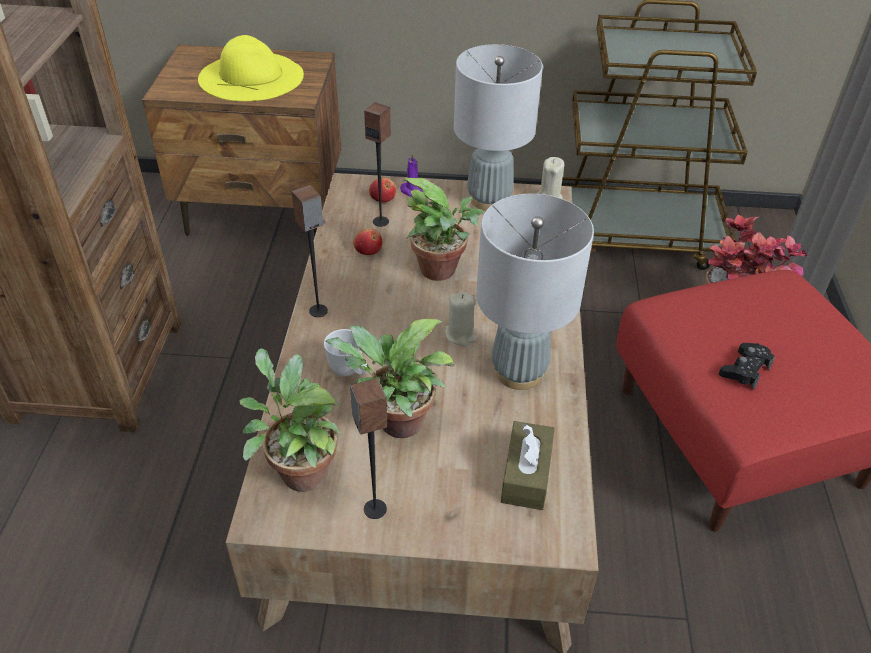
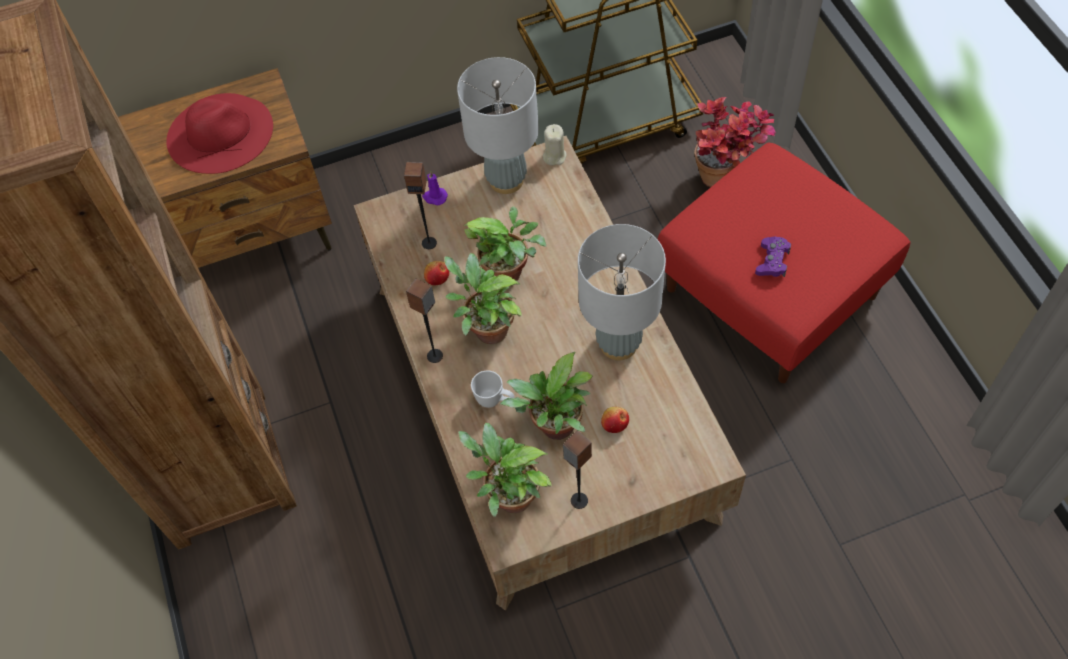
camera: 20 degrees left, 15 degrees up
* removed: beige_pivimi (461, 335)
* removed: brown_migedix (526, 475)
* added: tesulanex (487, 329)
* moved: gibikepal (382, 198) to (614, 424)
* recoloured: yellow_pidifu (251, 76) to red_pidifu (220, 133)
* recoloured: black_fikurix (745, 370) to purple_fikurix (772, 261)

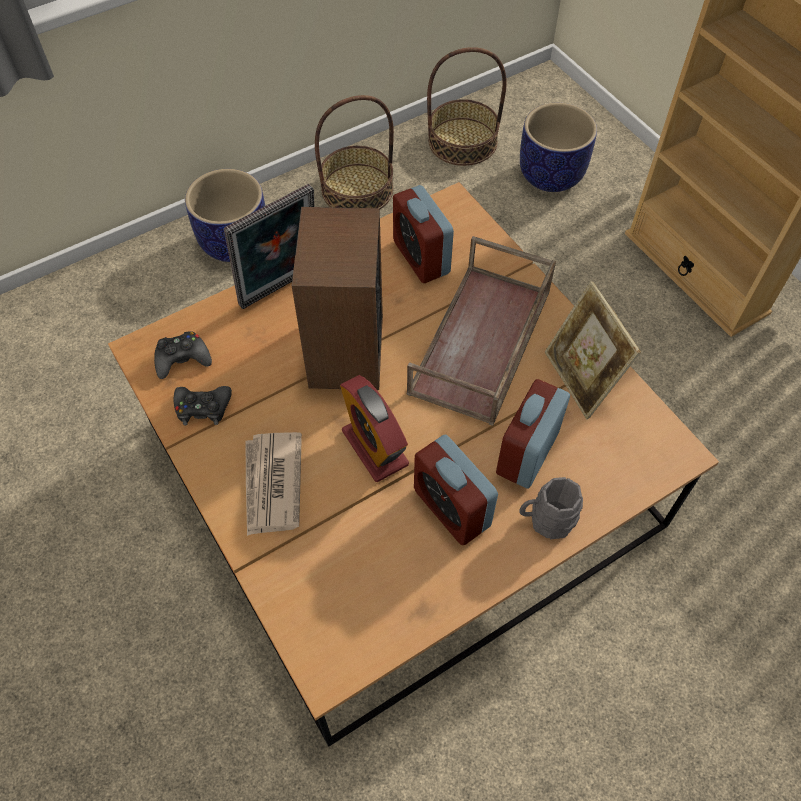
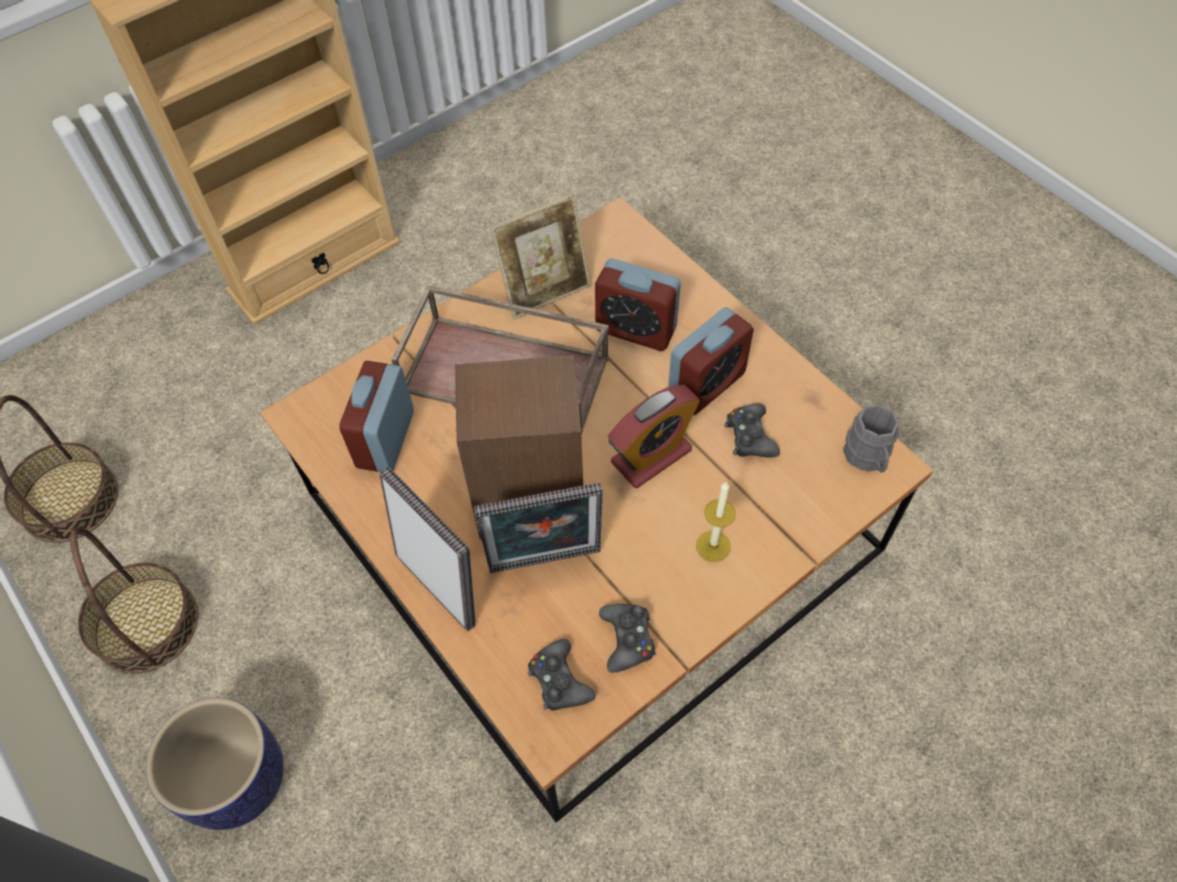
camera: 95 degrees left, 0 degrees up
* removed: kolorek (551, 175)
* added: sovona (545, 564)
* added: black_fikurix (750, 437)
* moved: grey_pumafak (546, 520) to (867, 458)
* replaced: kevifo (272, 485) to pivimi (713, 546)
* turned: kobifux (421, 257) = (386, 439) 135 degrees clockwise

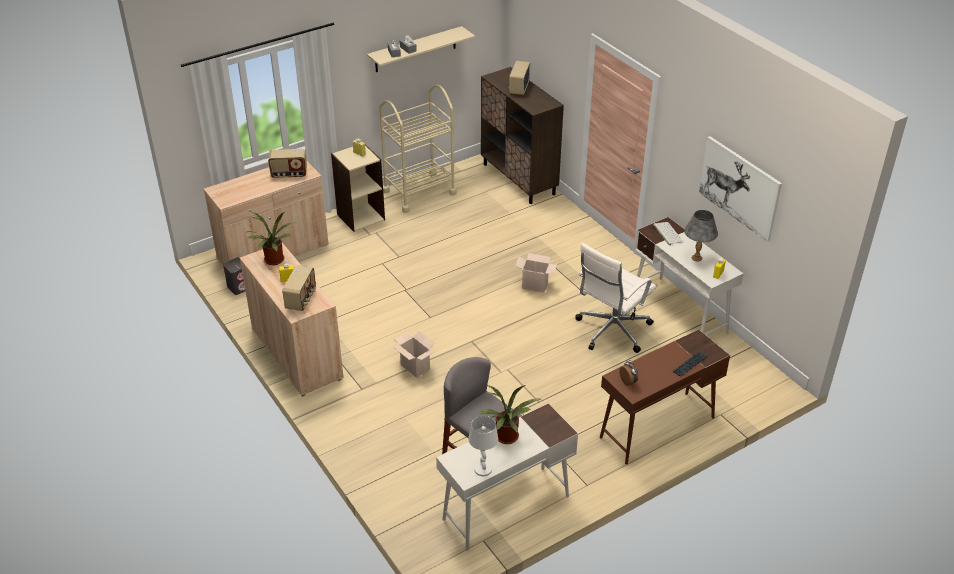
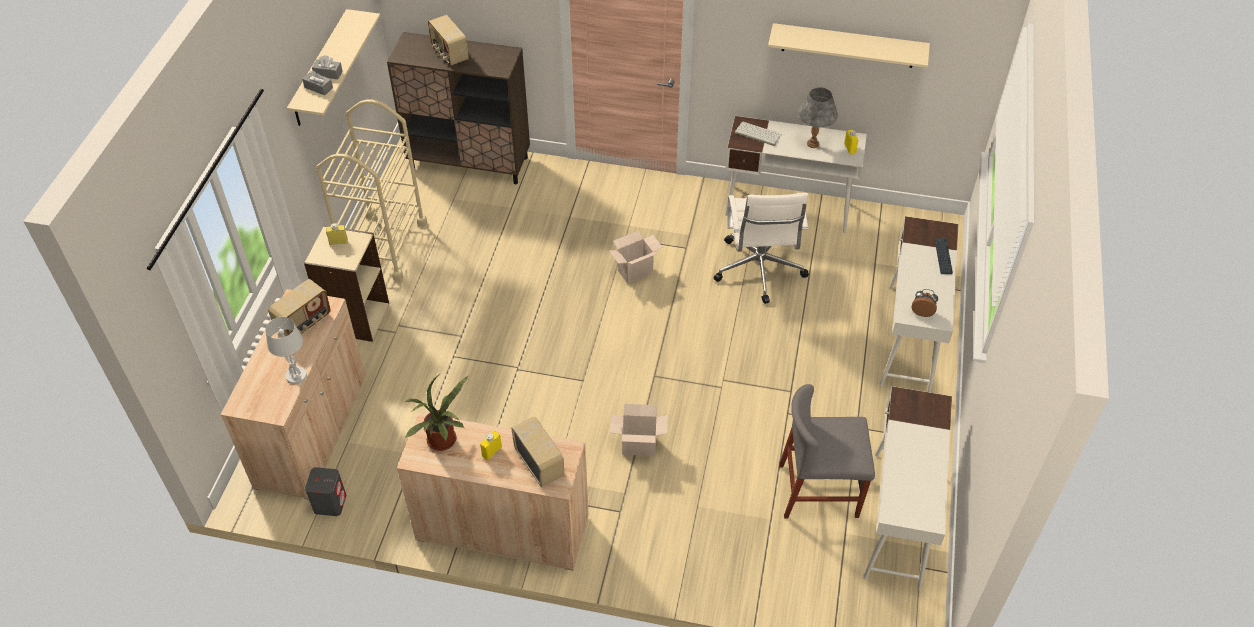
camera: 45 degrees left, 10 degrees up
* removed: tesulanex (506, 438)
* moved: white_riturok (483, 469) to (296, 375)
* replaced: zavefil (739, 187) to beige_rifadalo (848, 45)
* recoloured: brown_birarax (657, 427) to white_birarax (909, 338)

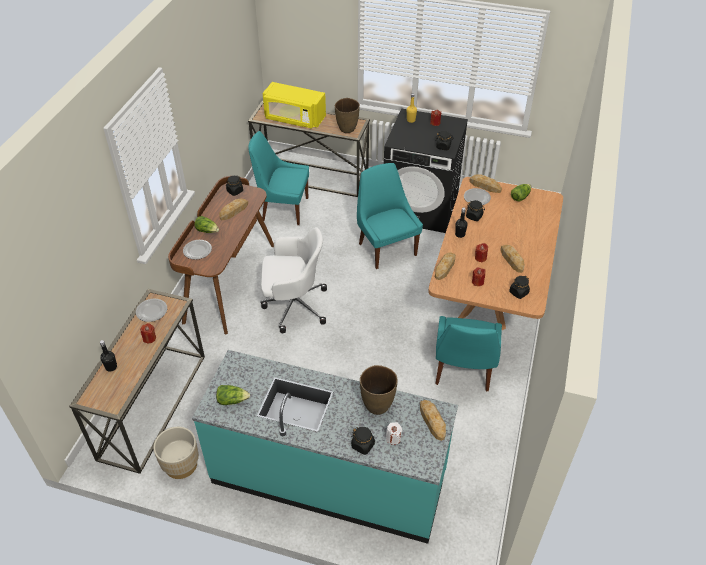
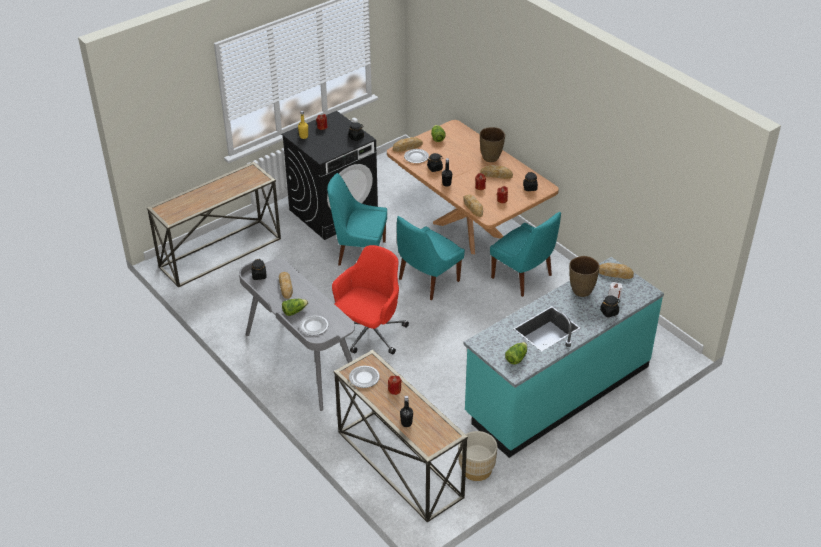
camera: 55 degrees left, 5 degrees down
* removed: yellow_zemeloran (294, 119)
* moved: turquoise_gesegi (283, 209) to (427, 281)
* moved: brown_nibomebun (347, 129) to (491, 158)
* recoloured: brown_birarax (229, 282) to grey_birarax (301, 361)
* recoloured: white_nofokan (293, 305) to red_nofokan (369, 334)

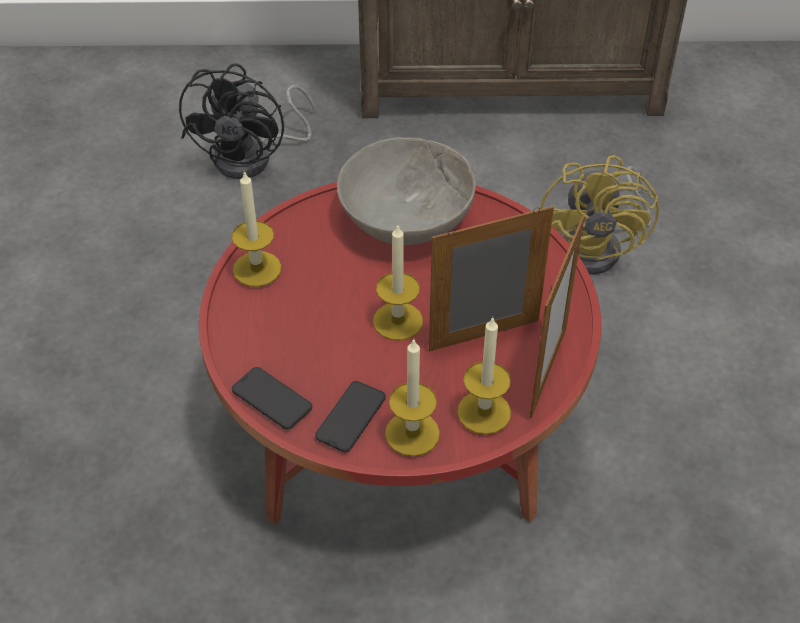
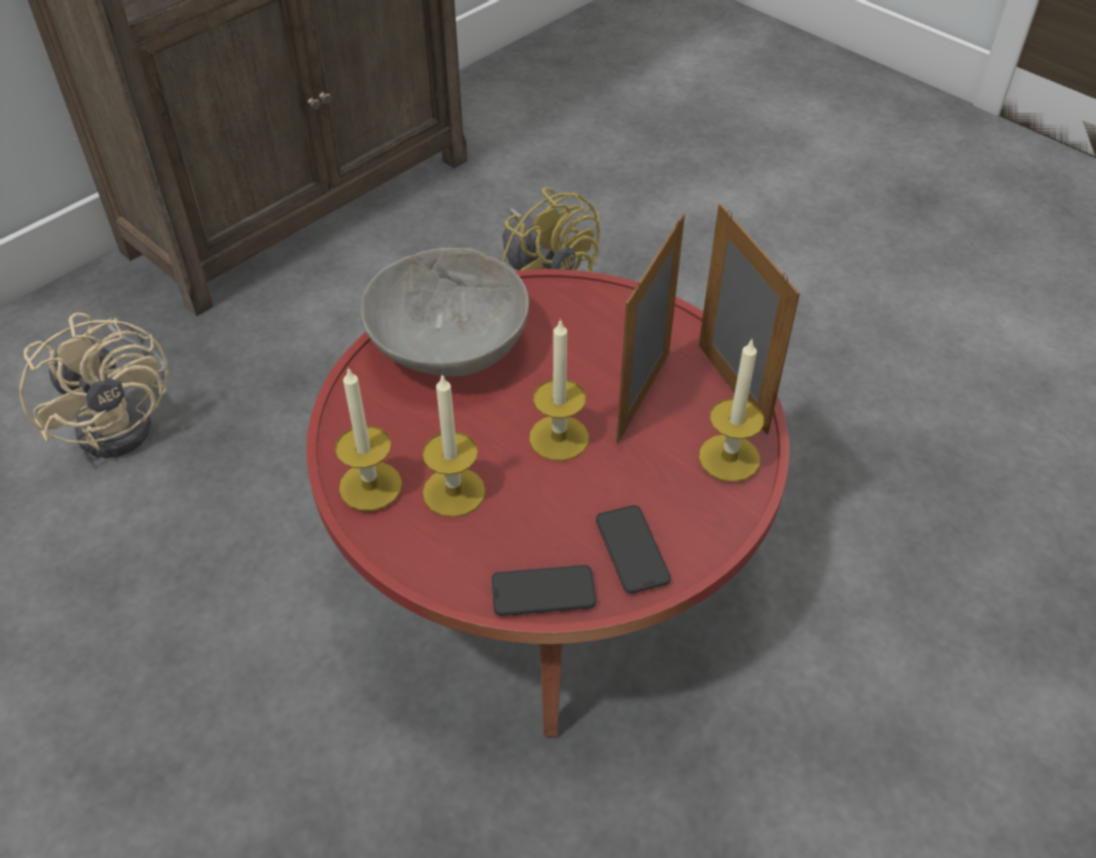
camera: 45 degrees left, 0 degrees up
* moved: pivimi (412, 433) to (454, 492)
* recoloured: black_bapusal (255, 157) to beige_bapusal (124, 419)

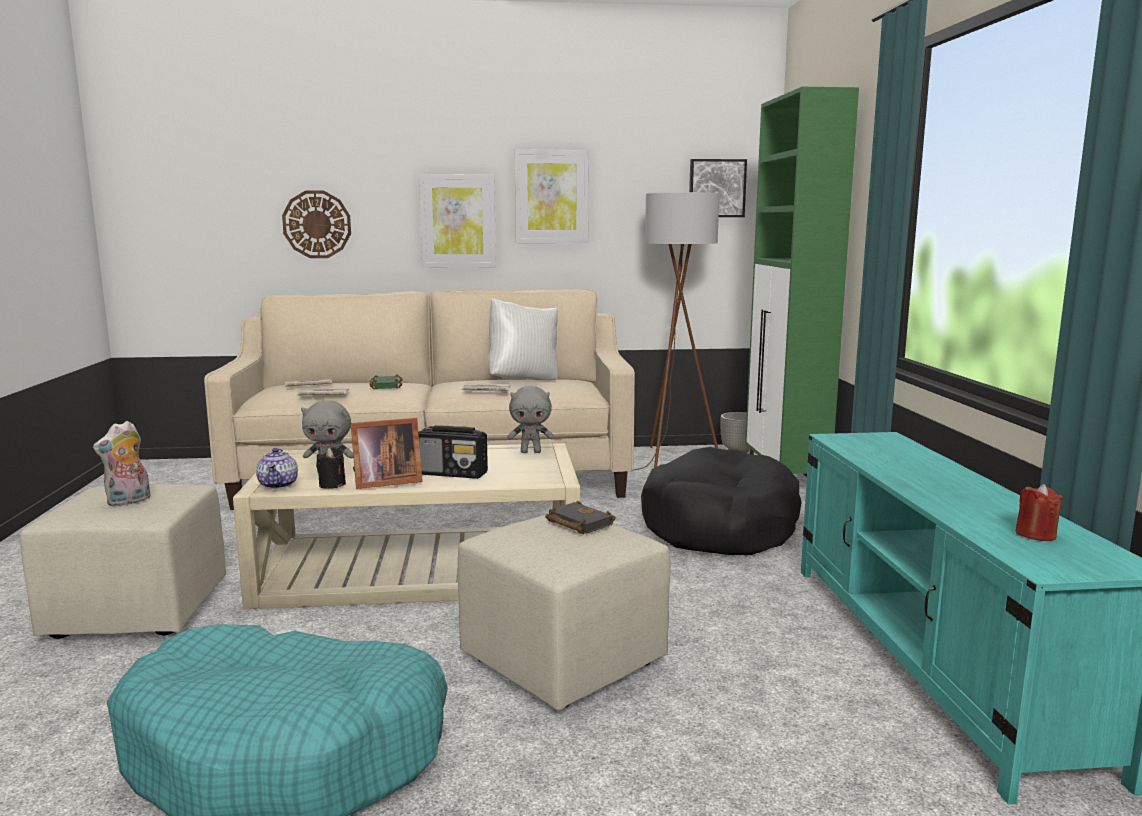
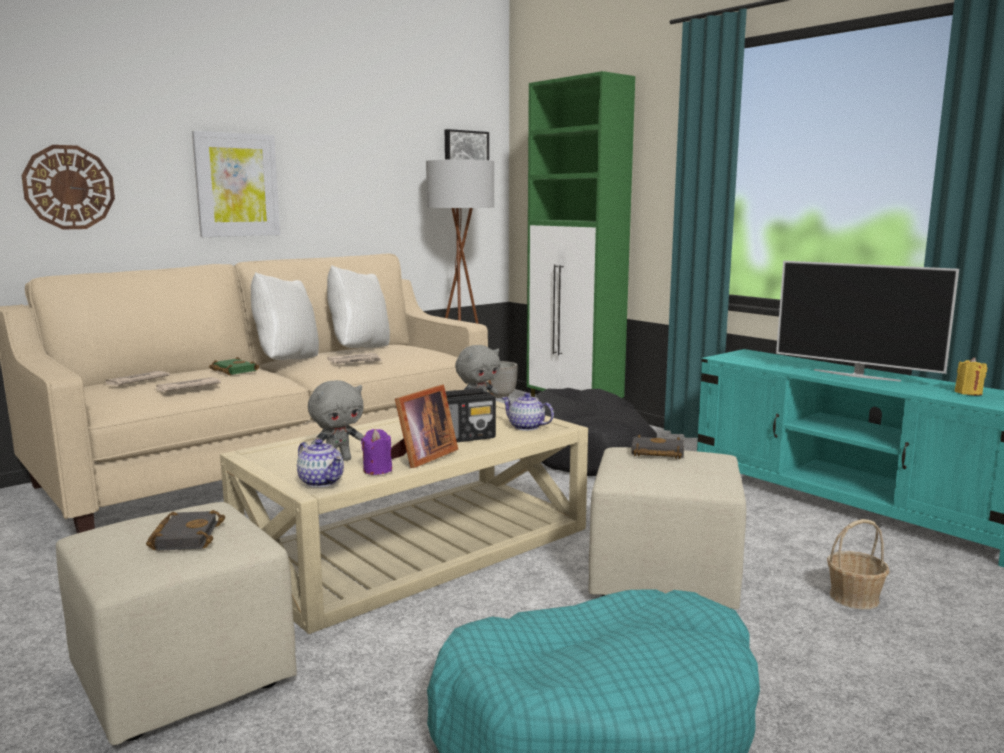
camera: 35 degrees left, 0 degrees up
* removed: zavefil (551, 197)
* added: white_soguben (286, 361)
* added: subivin (526, 427)
* added: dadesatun (856, 375)
* added: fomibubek (854, 597)
* replaced: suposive (129, 501) to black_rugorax (185, 536)
* recoloured: black_pivimi (332, 485) to purple_pivimi (377, 470)
* recoloured: red_pivimi (1035, 534) to yellow_pivimi (968, 393)

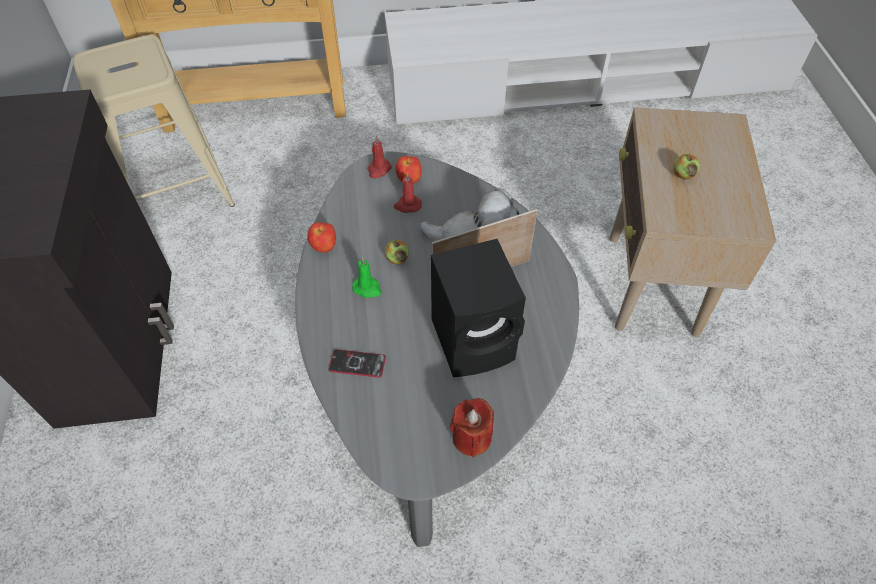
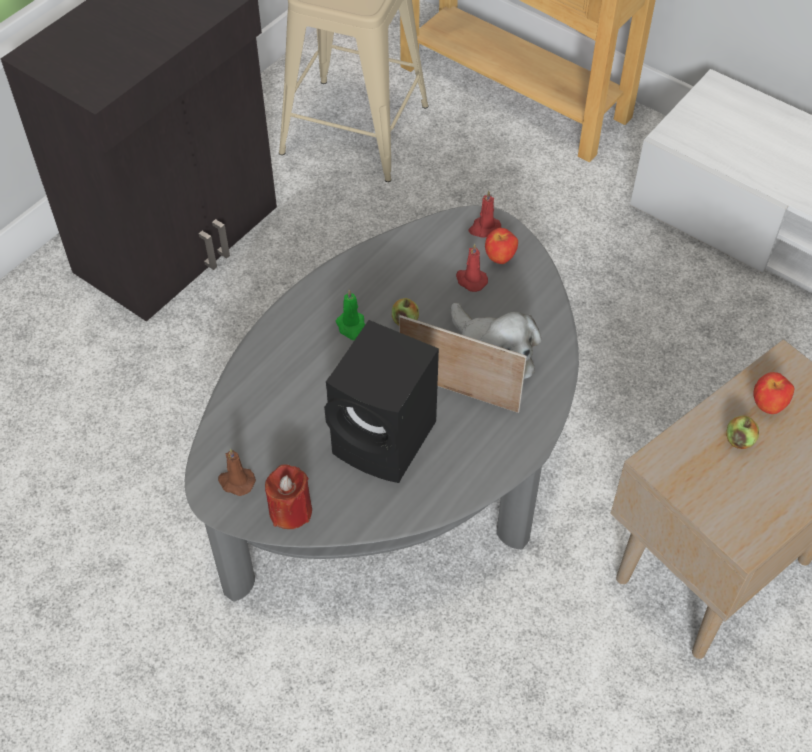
camera: 45 degrees right, 0 degrees up
* removed: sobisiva (357, 364)
* added: brown_pivimi (236, 482)
* moved: gibikepal (324, 247) to (768, 406)

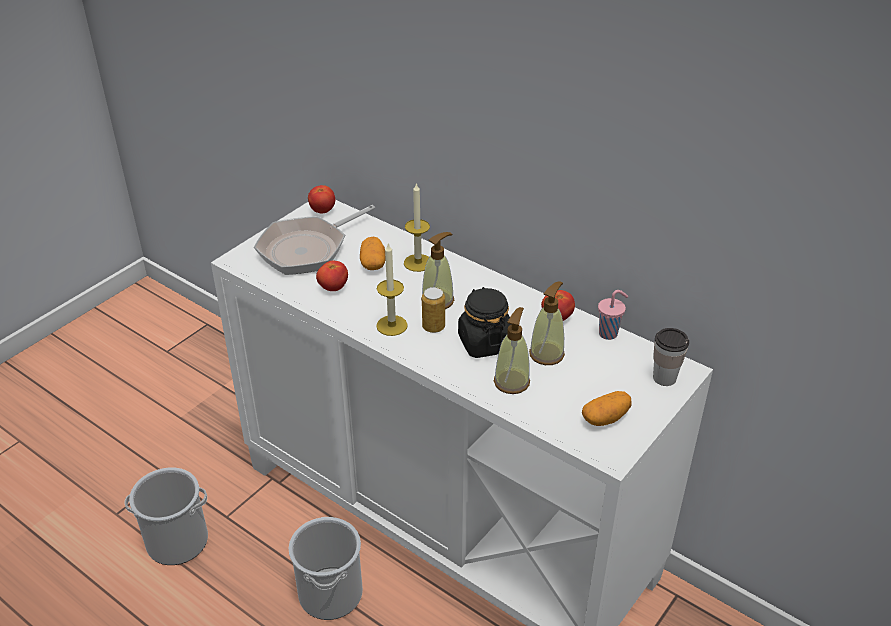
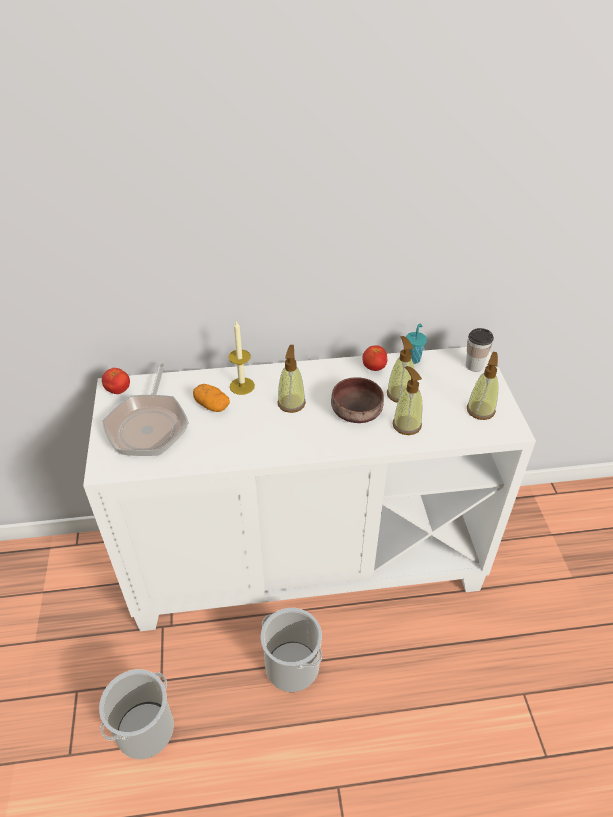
camera: 45 degrees left, 5 degrees up
* removed: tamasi (333, 288)
* removed: pivimi (392, 325)
* removed: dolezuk (433, 327)
* replaced: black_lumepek (485, 343) to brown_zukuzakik (357, 411)
* replaced: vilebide (605, 418) to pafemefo (480, 410)
* recoloured: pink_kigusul (609, 333) to turquoise_kigusul (413, 358)

